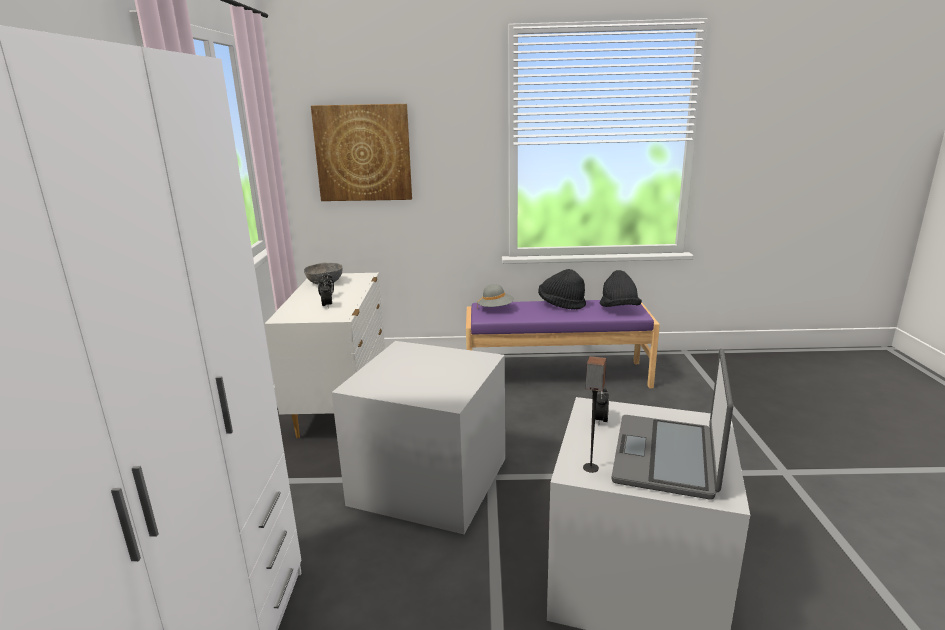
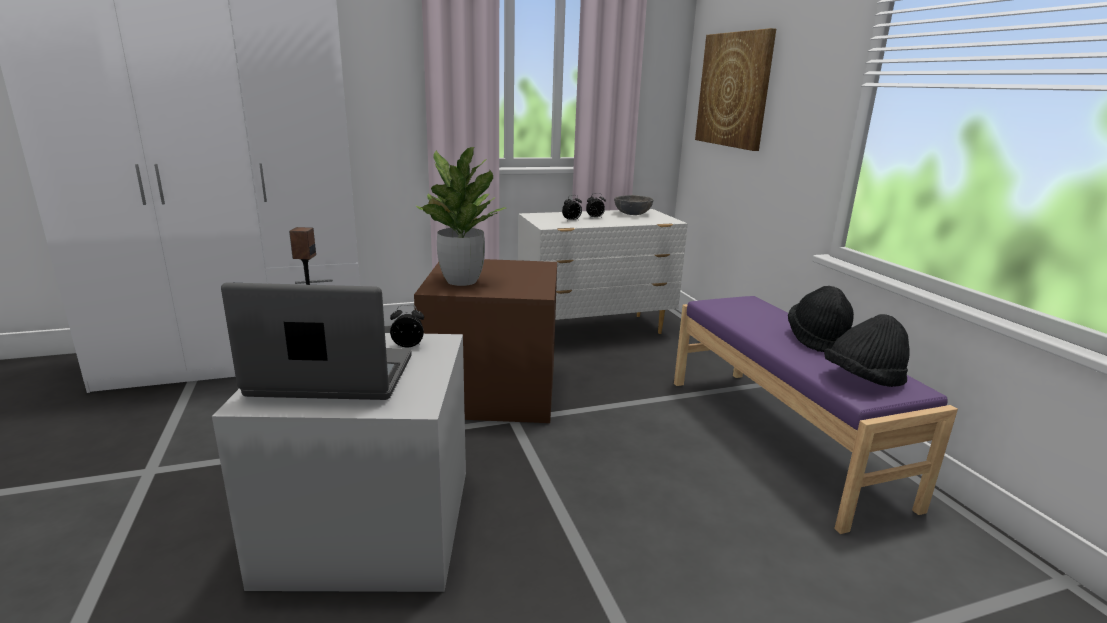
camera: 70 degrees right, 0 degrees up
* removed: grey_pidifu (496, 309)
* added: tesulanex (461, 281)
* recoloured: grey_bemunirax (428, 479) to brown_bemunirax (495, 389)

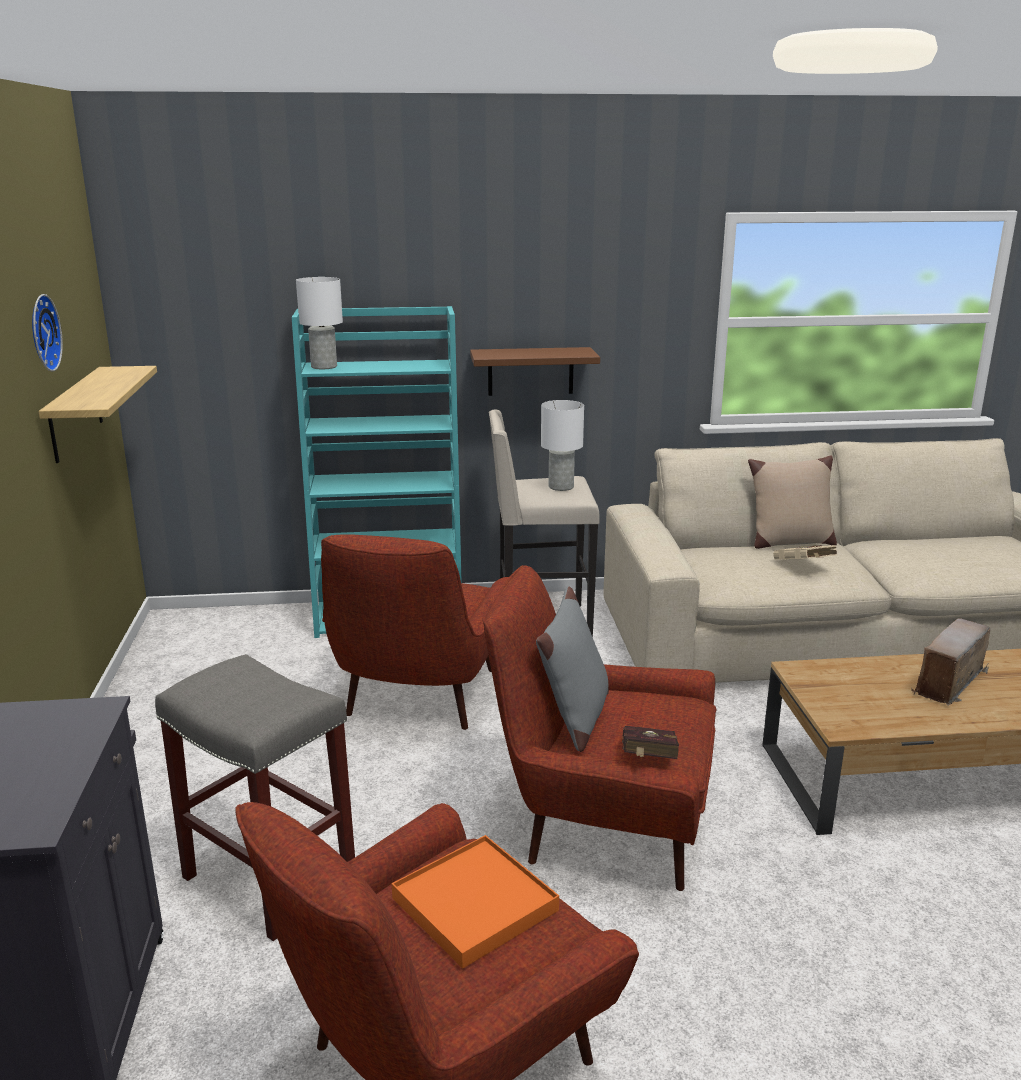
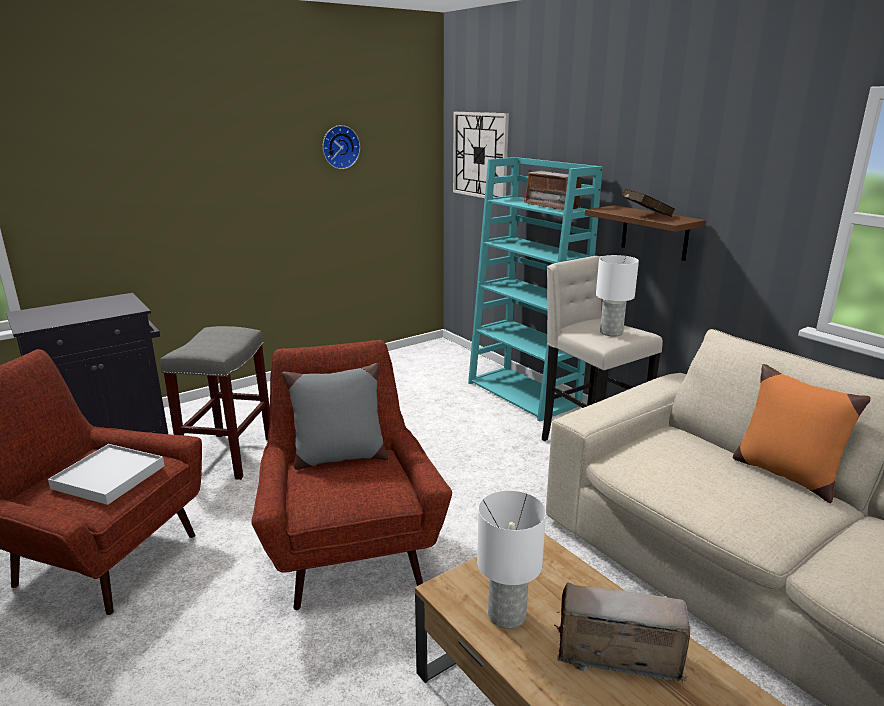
camera: 60 degrees right, 0 degrees up
* removed: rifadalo (75, 414)
* removed: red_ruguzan (419, 697)
* removed: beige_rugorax (804, 568)
* added: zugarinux (480, 155)
* added: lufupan (552, 206)
* moved: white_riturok (324, 366) to (508, 615)
* moved: red_rugorax (647, 762) to (644, 215)
* recoloured: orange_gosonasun (475, 904) to white_gosonasun (109, 477)
* recoloured: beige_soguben (788, 542) to orange_soguben (784, 474)

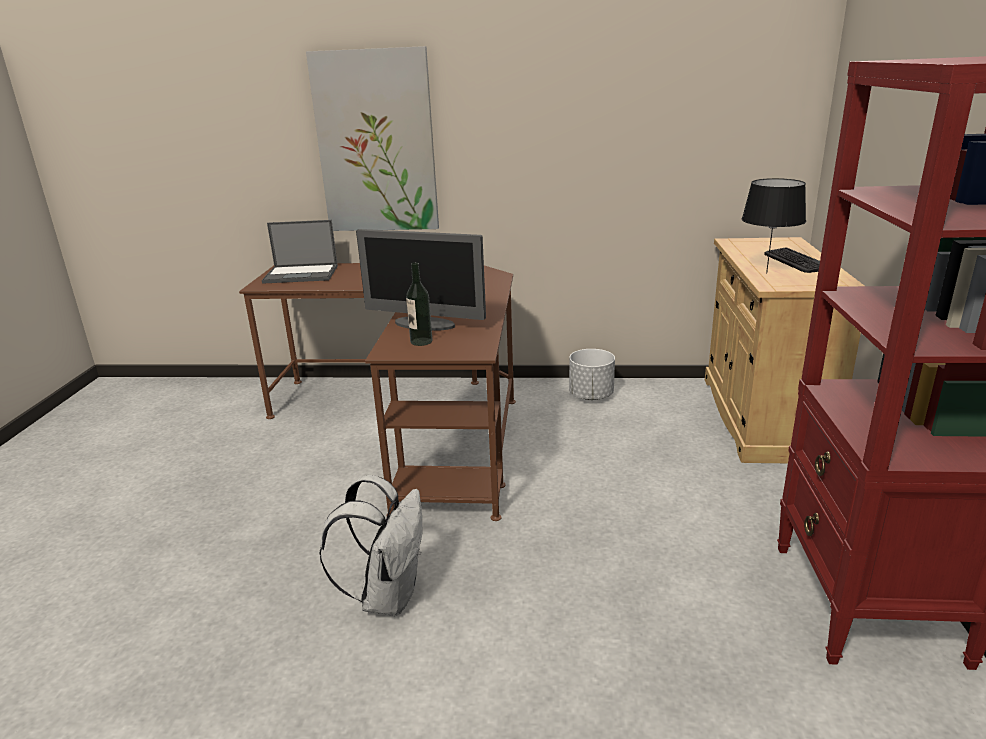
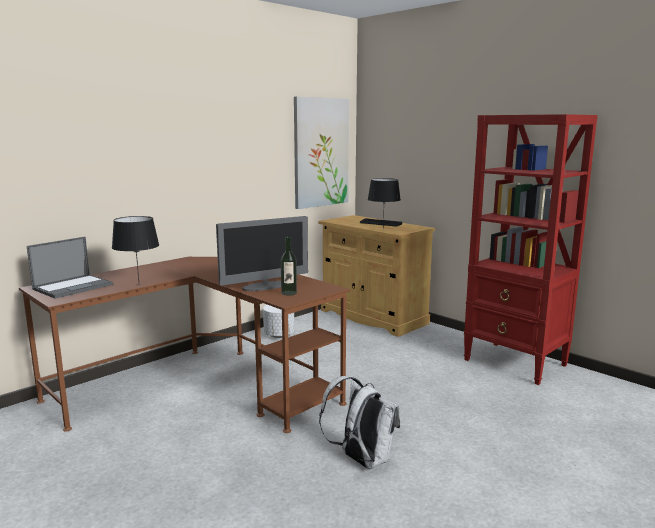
camera: 50 degrees left, 10 degrees down
* added: black_riturok (139, 285)
* moved: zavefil (376, 143) to (321, 152)

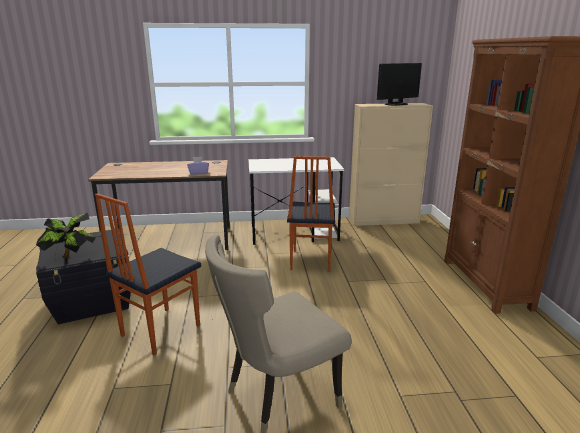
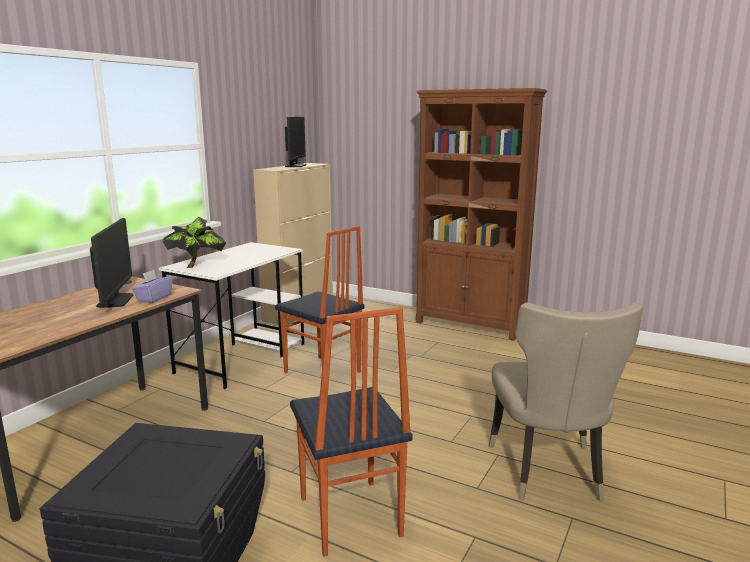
camera: 55 degrees left, 5 degrees down
* added: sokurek (115, 300)
* moved: tesulanex (71, 257) to (197, 266)

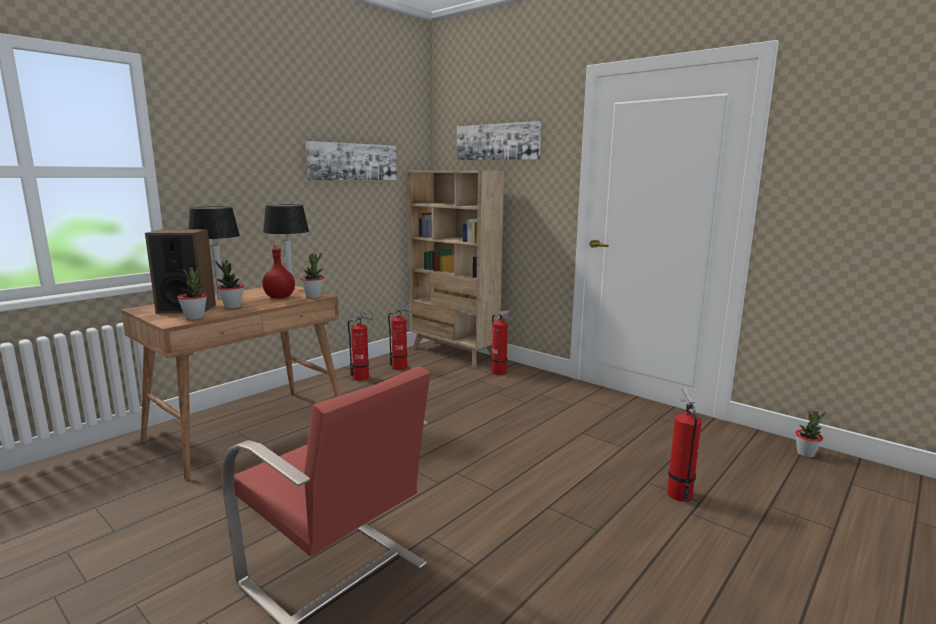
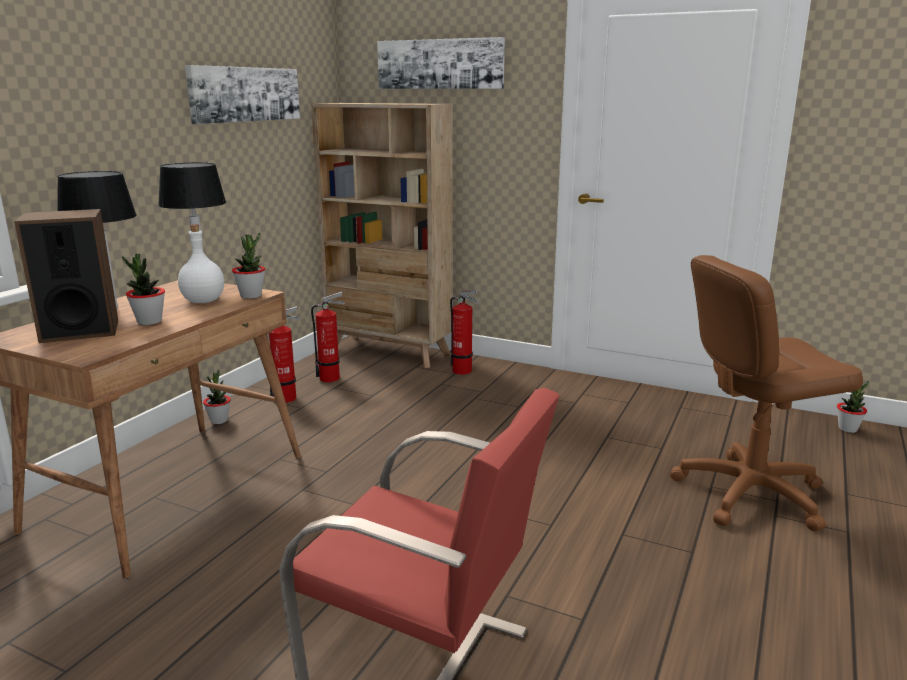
camera: 15 degrees left, 5 degrees up
* moved: tesulanex (195, 317) to (219, 420)
* replaced: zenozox (678, 492) to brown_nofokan (749, 493)
* recoloured: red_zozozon (280, 297) to white_zozozon (204, 301)

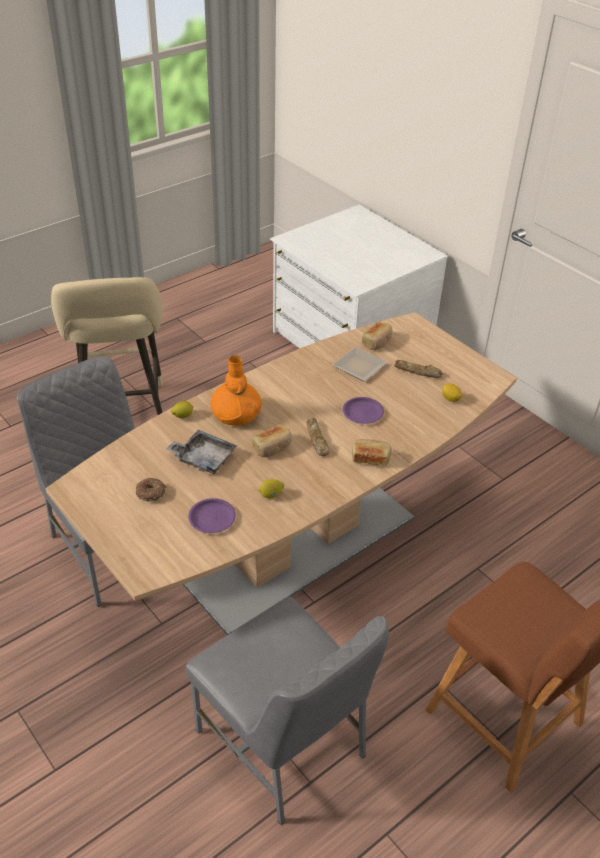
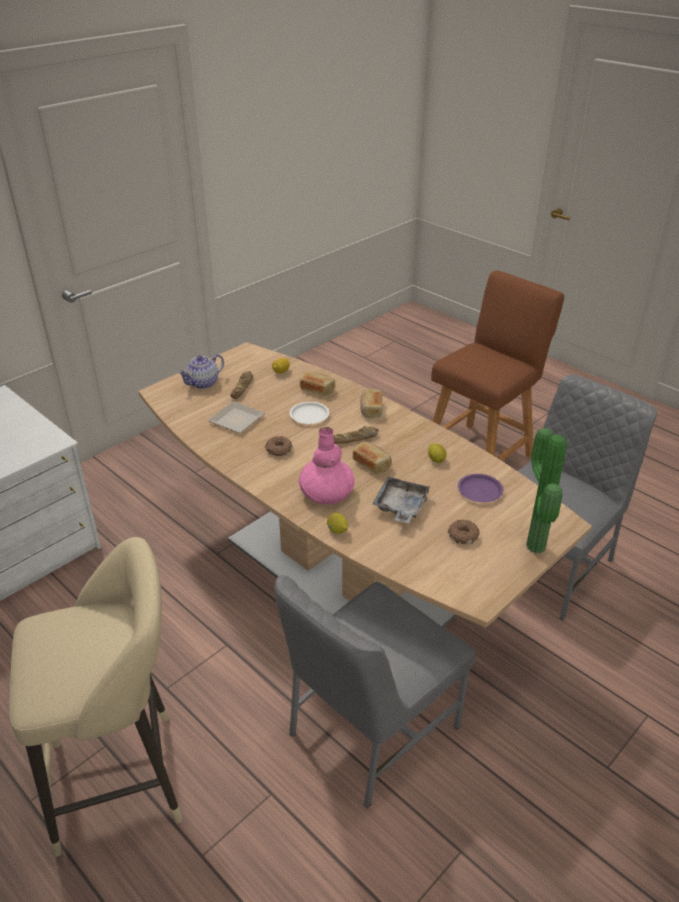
camera: 95 degrees left, 5 degrees down
* added: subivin (203, 383)
* added: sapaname (278, 450)
* added: tesulanex (532, 547)
* moved: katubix (377, 342) to (317, 389)
* recoloured: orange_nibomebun (236, 414) to pink_nibomebun (326, 492)
* recoloured: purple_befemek (362, 413) to white_befemek (309, 416)

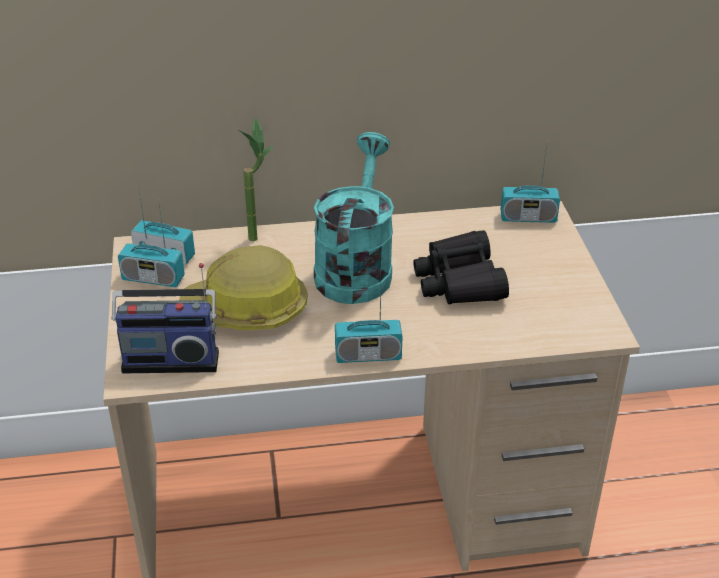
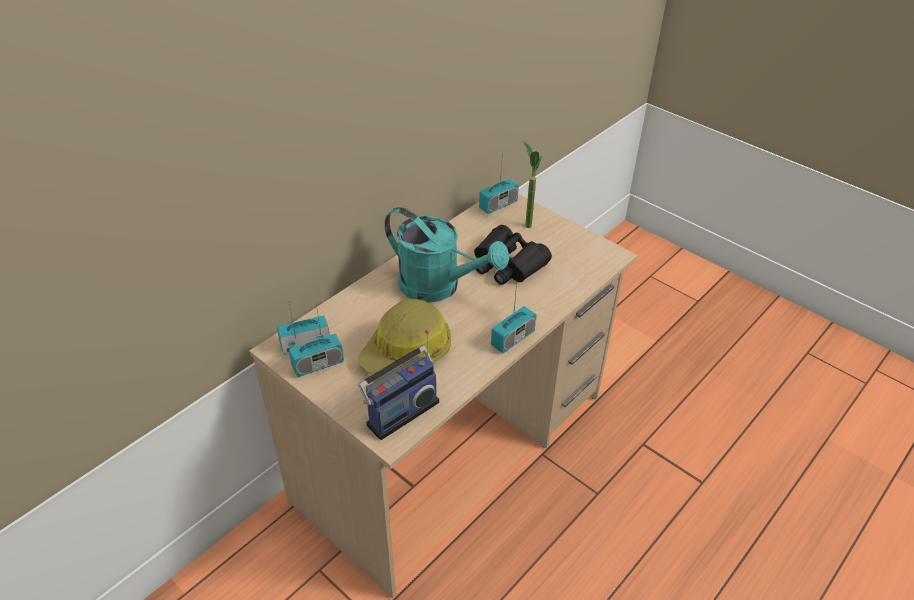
camera: 40 degrees left, 5 degrees up
* moved: tesulanex (258, 233) to (526, 222)
* turned: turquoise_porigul (355, 267) = (439, 287) 150 degrees clockwise

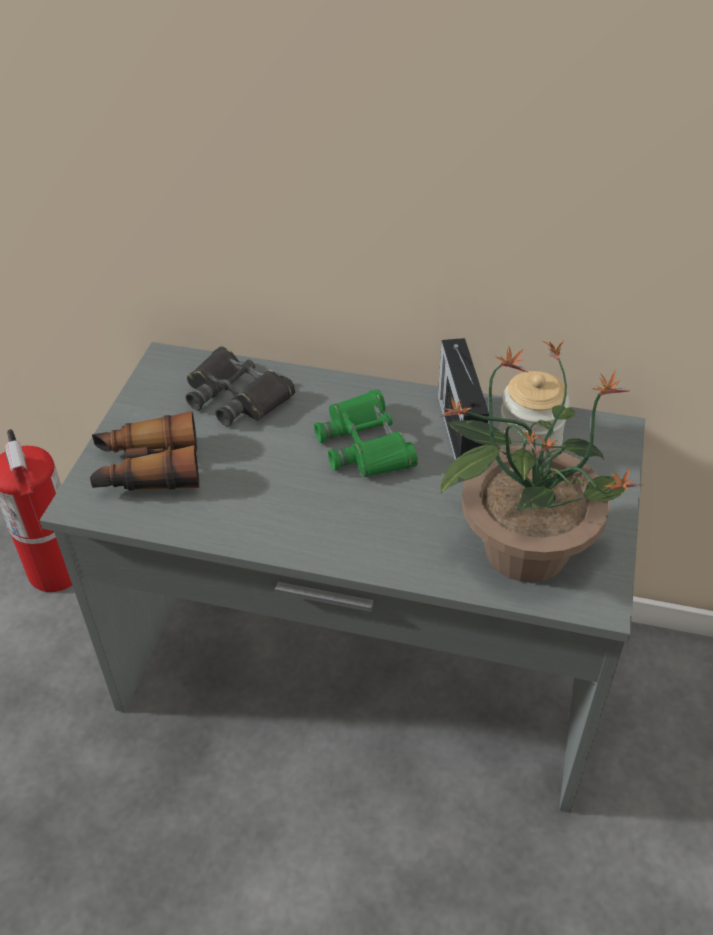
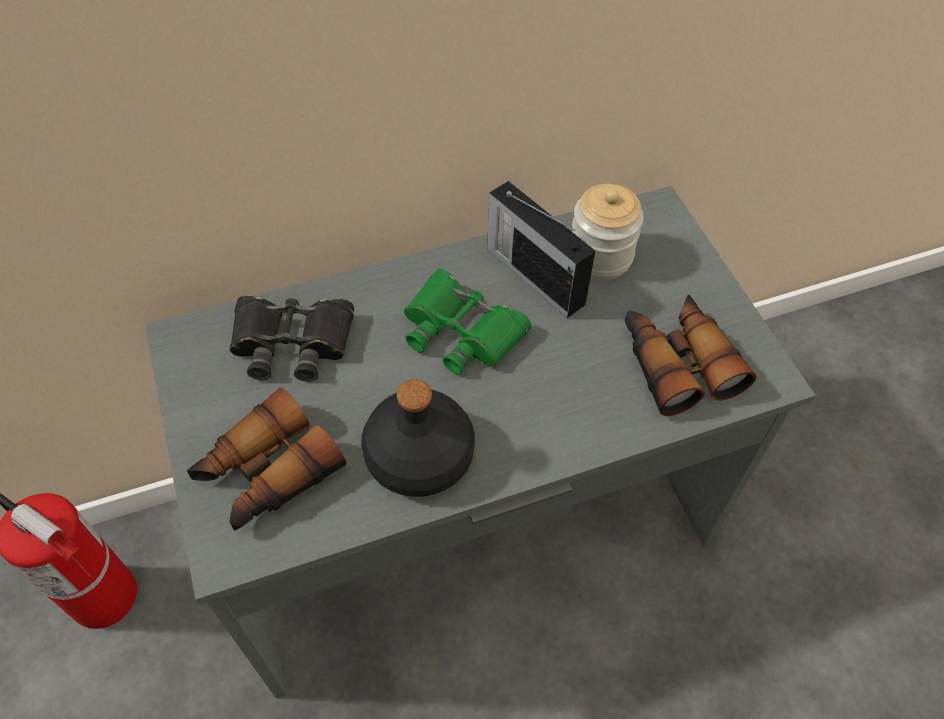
camera: 35 degrees left, 10 degrees up
* added: black_zozozon (418, 456)
* replaced: tesulanex (523, 548) to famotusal (677, 362)

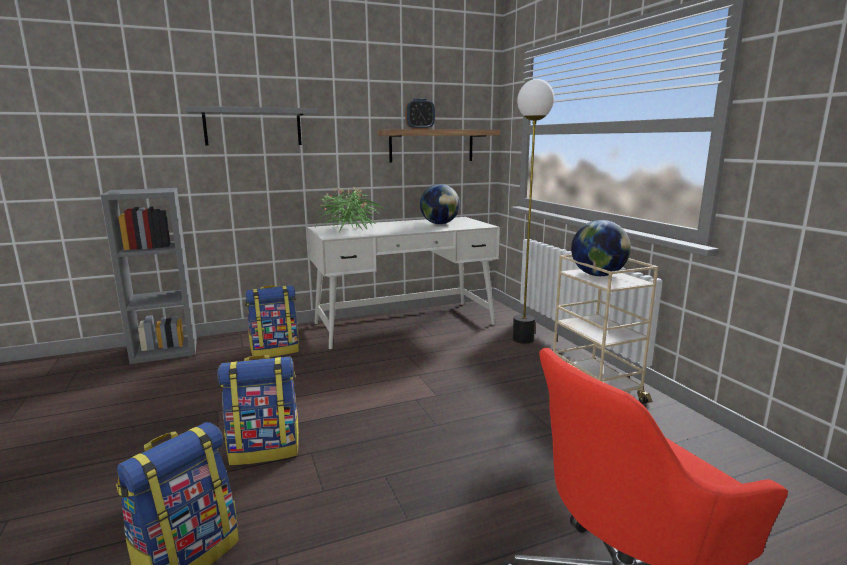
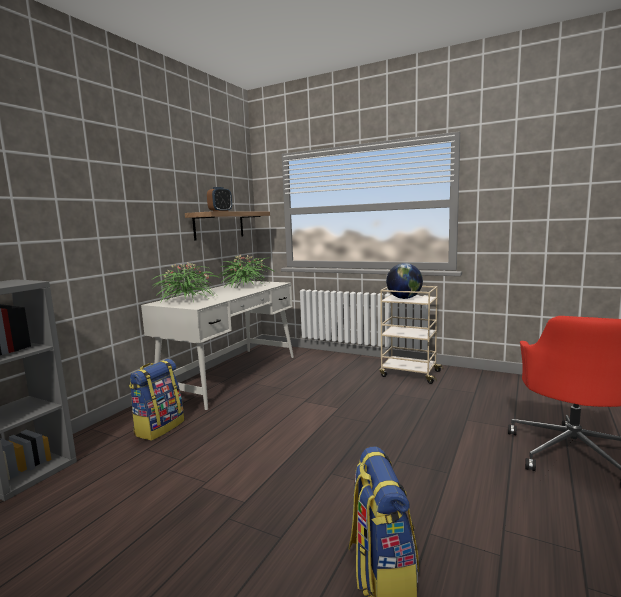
camera: 40 degrees left, 5 degrees down
* removed: grey_rifadalo (253, 127)
* removed: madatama (265, 449)
* removed: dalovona (523, 339)
* replaced: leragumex (439, 224) to tesulanex (245, 286)

